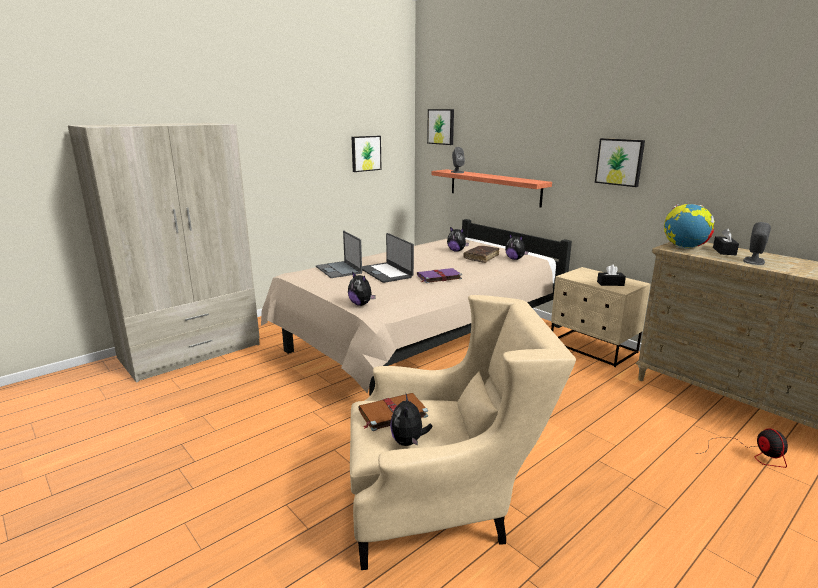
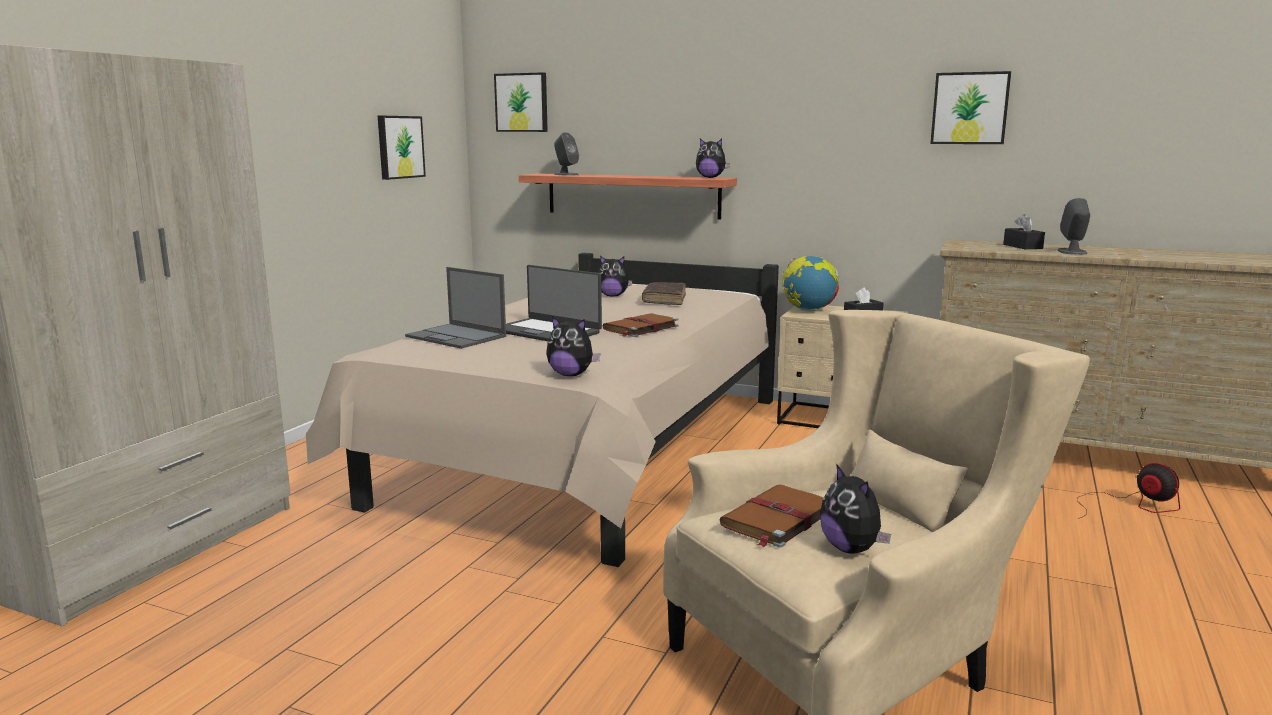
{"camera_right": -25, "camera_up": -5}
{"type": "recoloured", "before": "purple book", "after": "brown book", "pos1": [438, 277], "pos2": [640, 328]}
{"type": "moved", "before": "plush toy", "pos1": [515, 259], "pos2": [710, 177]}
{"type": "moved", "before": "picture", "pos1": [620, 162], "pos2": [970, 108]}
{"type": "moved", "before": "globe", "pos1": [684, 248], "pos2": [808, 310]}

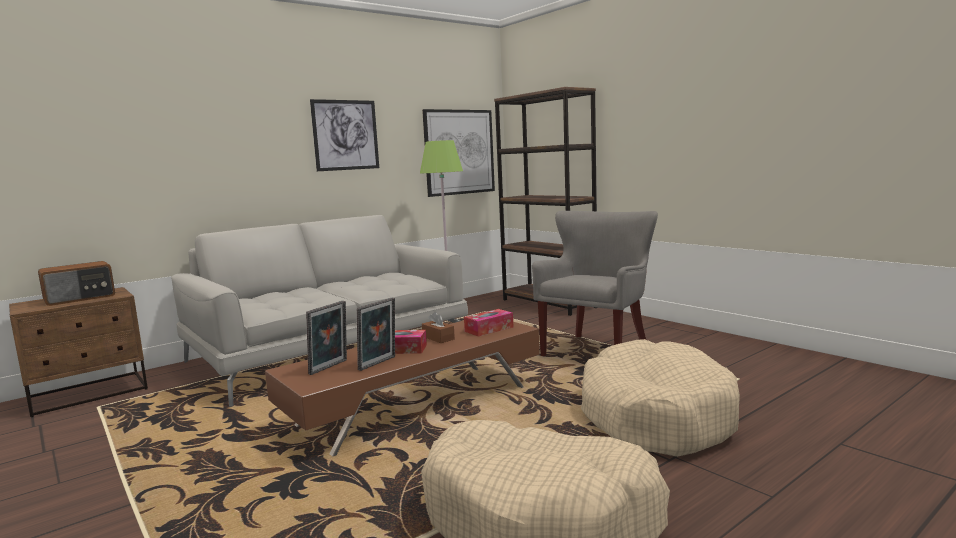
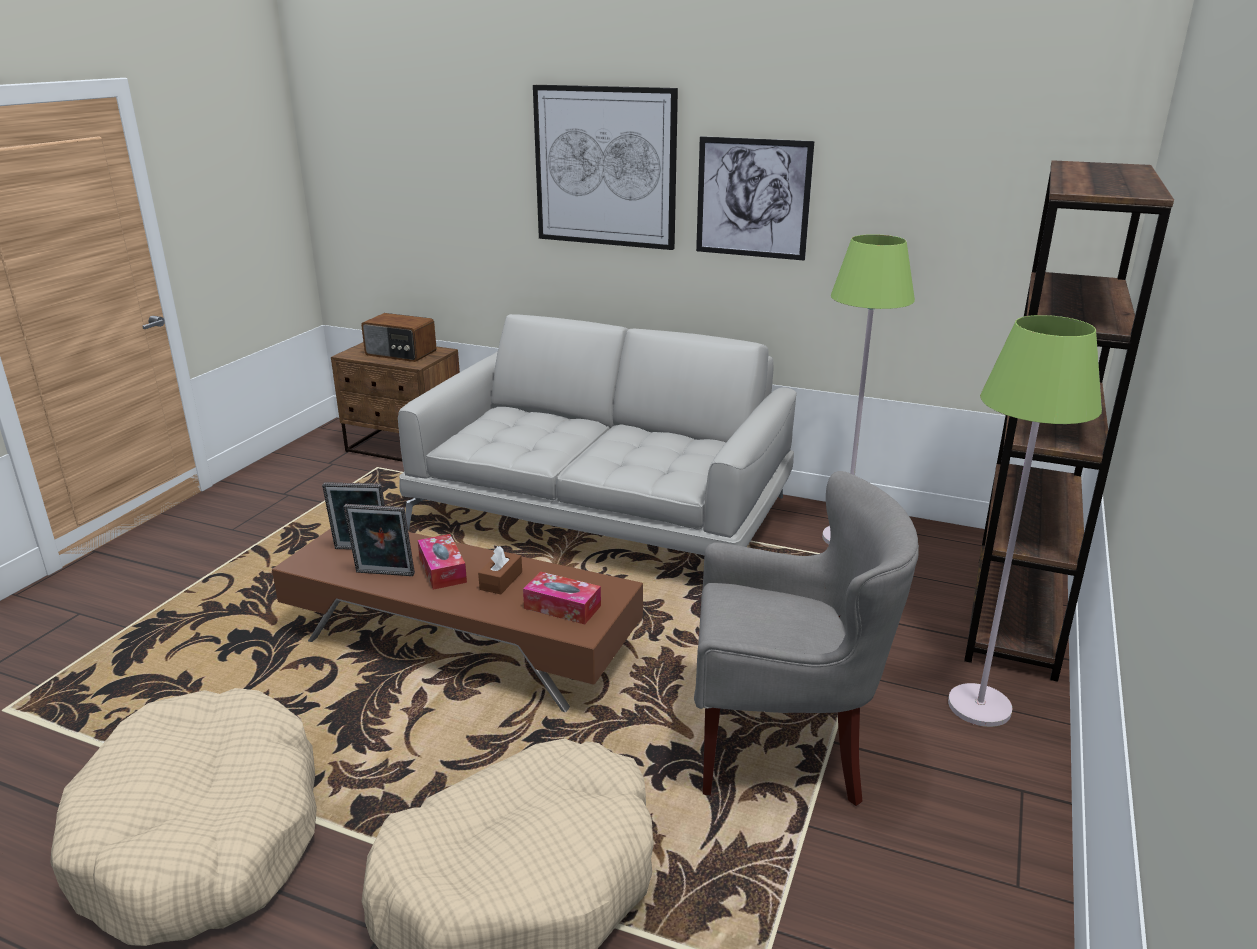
{"camera_right": 60, "camera_up": 15}
{"type": "moved", "before": "picture", "pos1": [459, 152], "pos2": [605, 167]}
{"type": "added", "after": "green floor lamp", "pos2": [980, 706]}

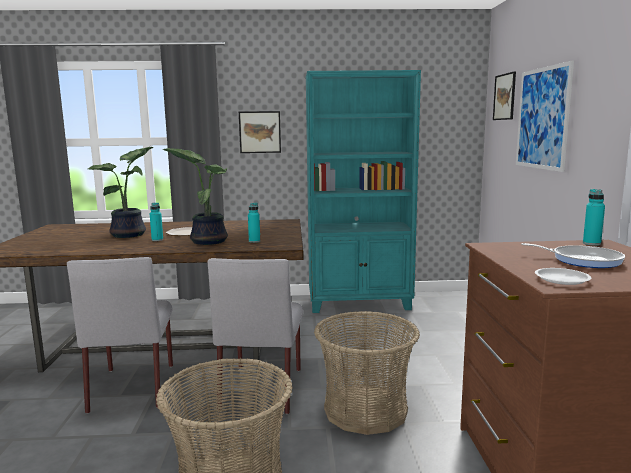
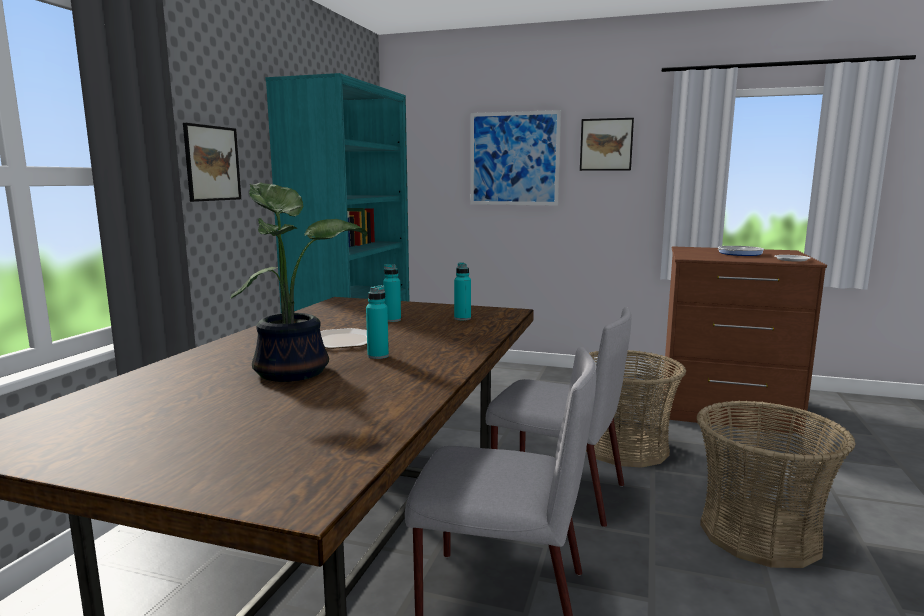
{"camera_right": -70, "camera_up": 0}
{"type": "removed", "before": "potted plant", "pos1": [208, 241]}
{"type": "moved", "before": "picture", "pos1": [504, 97], "pos2": [606, 144]}
{"type": "moved", "before": "turquoise bottle", "pos1": [591, 243], "pos2": [392, 320]}

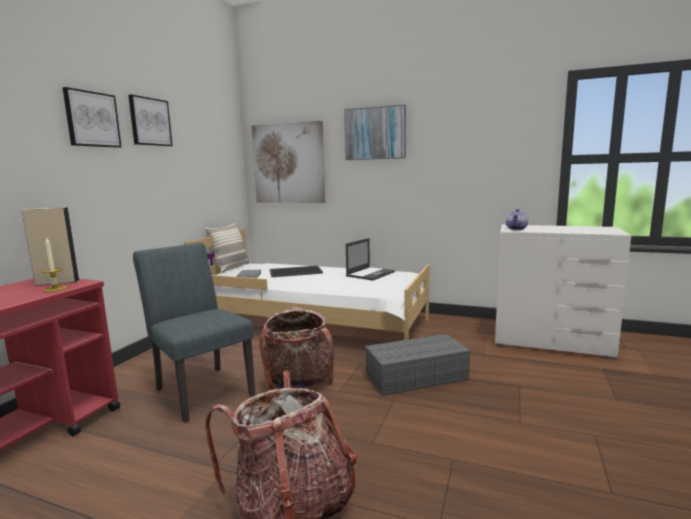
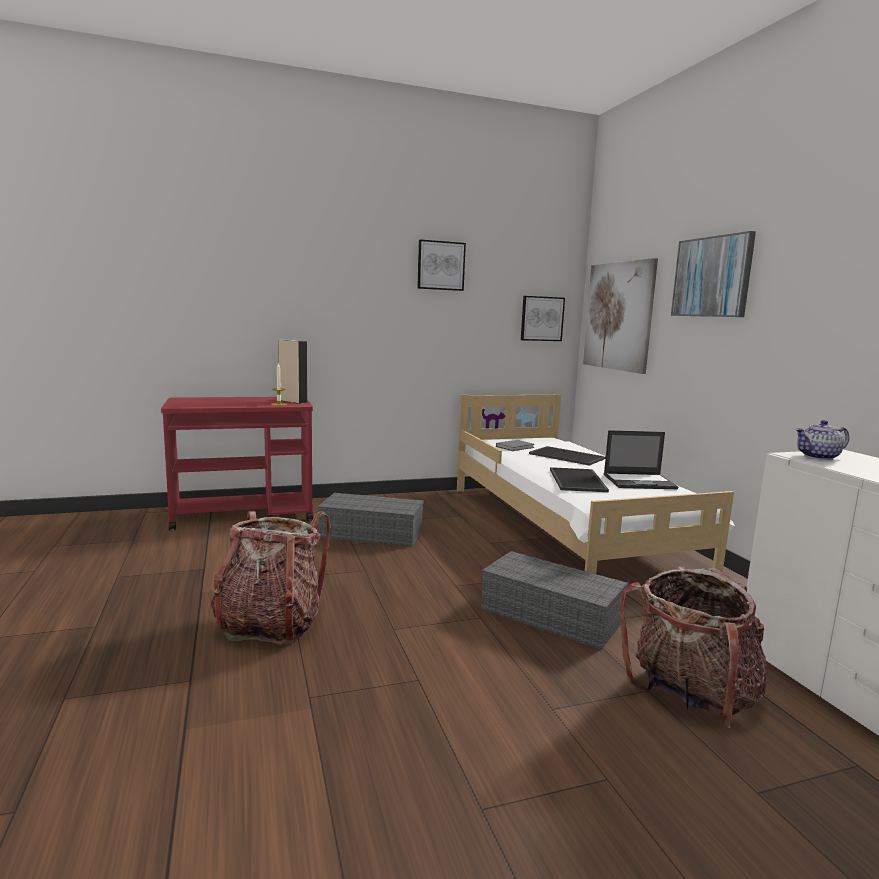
{"camera_right": 50, "camera_up": 0}
{"type": "moved", "before": "picture", "pos1": [92, 119], "pos2": [541, 318]}
{"type": "replaced", "before": "grey chair", "after": "grey storage box", "pos1": [201, 389], "pos2": [373, 533]}
{"type": "removed", "before": "pillow", "pos1": [231, 268]}
{"type": "moved", "before": "backpack", "pos1": [299, 384], "pos2": [690, 697]}
{"type": "added", "after": "tray", "pos2": [578, 480]}

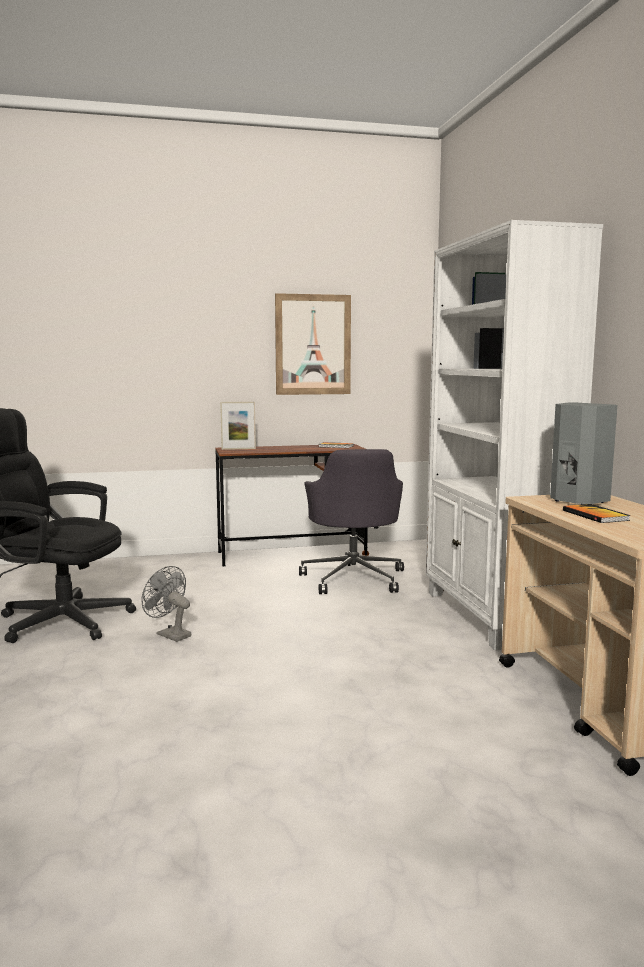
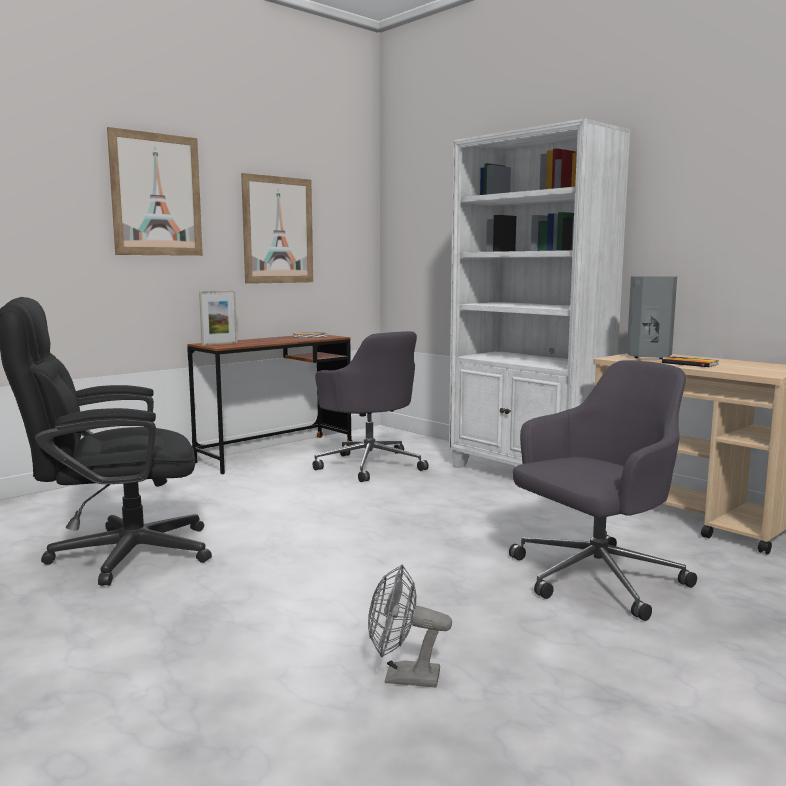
{"camera_right": -30, "camera_up": 0}
{"type": "moved", "before": "grey fan", "pos1": [169, 634], "pos2": [403, 677]}
{"type": "added", "after": "picture", "pos2": [156, 195]}
{"type": "added", "after": "grey office chair", "pos2": [594, 579]}

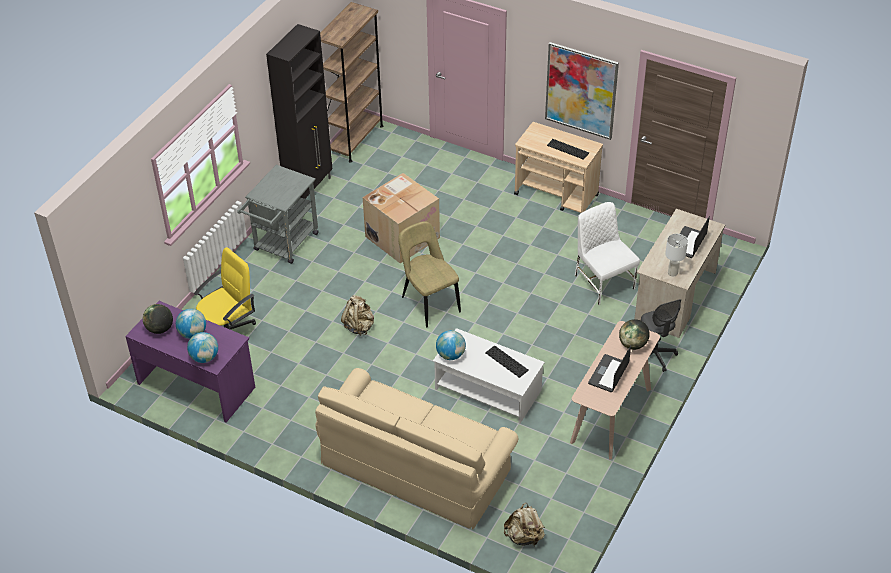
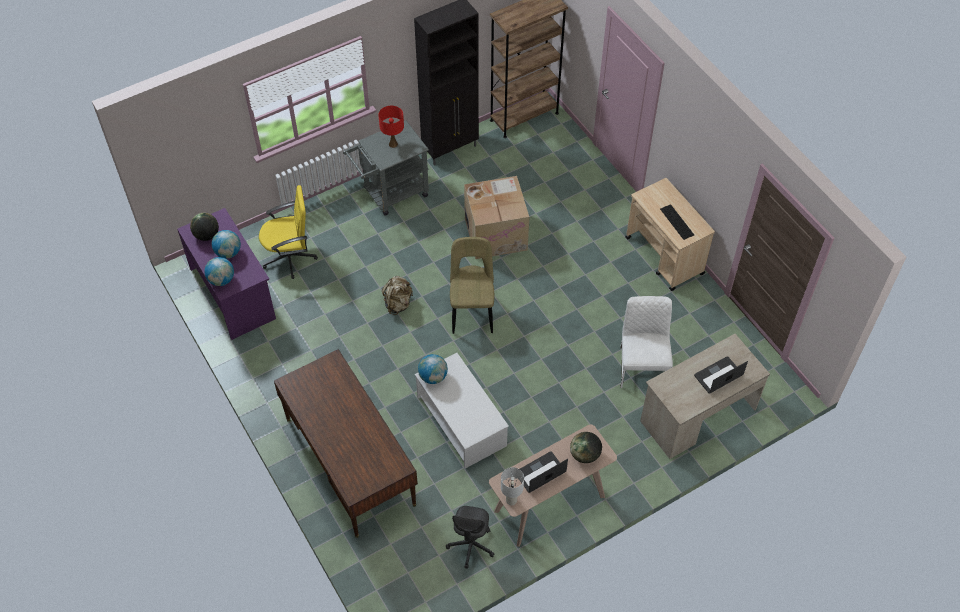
{"camera_right": 30, "camera_up": 10}
{"type": "replaced", "before": "beige sofa", "after": "brown desk", "pos1": [416, 466], "pos2": [350, 461]}
{"type": "removed", "before": "keyboard", "pos1": [506, 361]}
{"type": "removed", "before": "beige backpack", "pos1": [524, 537]}
{"type": "removed", "before": "picture", "pos1": [581, 90]}
{"type": "moved", "before": "grey office chair", "pos1": [654, 355], "pos2": [471, 545]}
{"type": "moved", "before": "white table lamp", "pos1": [672, 273], "pos2": [511, 500]}
{"type": "added", "after": "red table lamp", "pos2": [393, 144]}

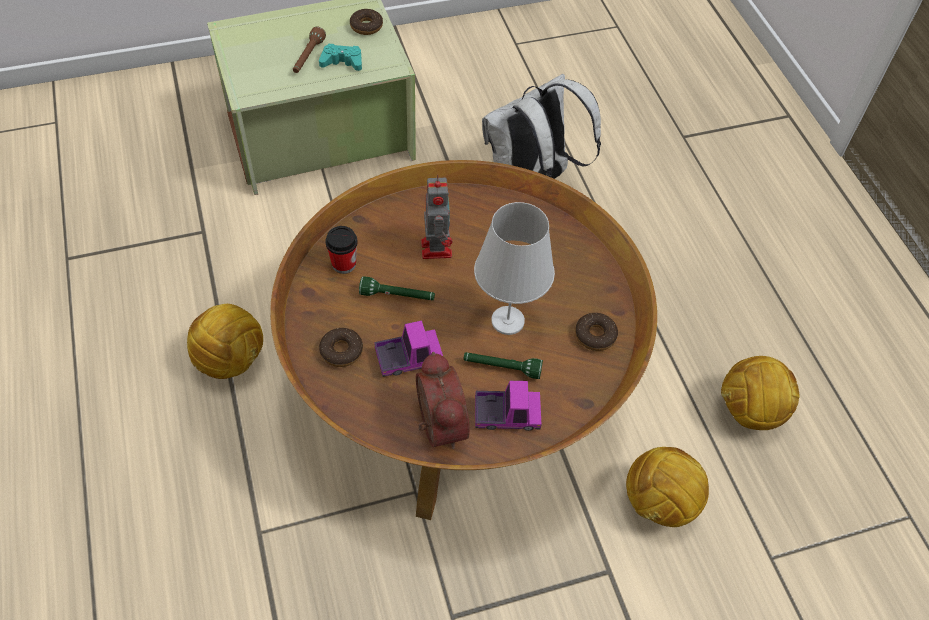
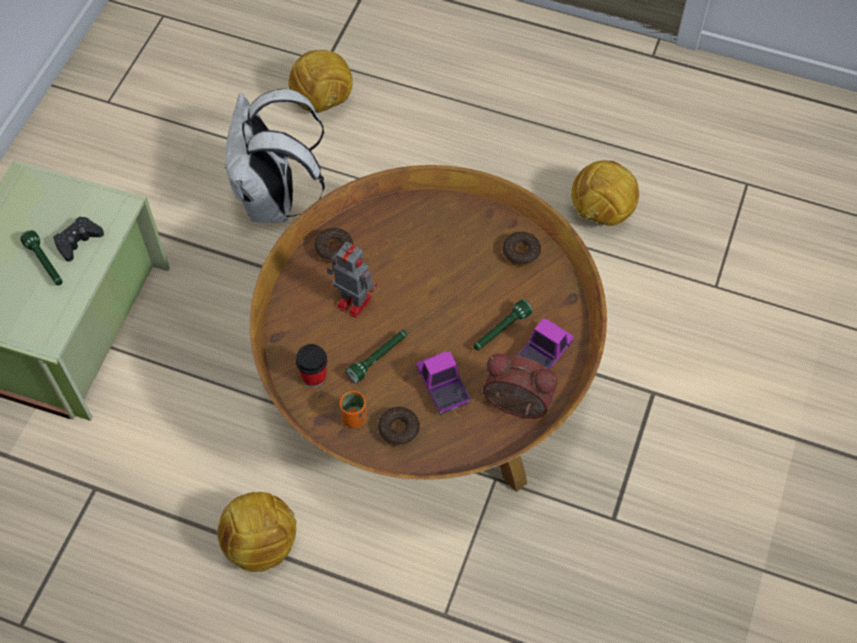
{"camera_right": -50, "camera_up": 5}
{"type": "recoloured", "before": "brown flashlight", "after": "green flashlight", "pos1": [308, 57], "pos2": [45, 264]}
{"type": "recoloured", "before": "turquoise game controller", "after": "black game controller", "pos1": [342, 62], "pos2": [78, 241]}
{"type": "moved", "before": "donut", "pos1": [366, 26], "pos2": [334, 248]}
{"type": "turned", "before": "toy truck", "pos1": [409, 358], "pos2": [443, 386], "turn": -45}
{"type": "removed", "before": "white table lamp", "pos1": [508, 321]}
{"type": "moved", "before": "football", "pos1": [659, 503], "pos2": [323, 101]}
{"type": "added", "after": "orange cup", "pos2": [354, 418]}

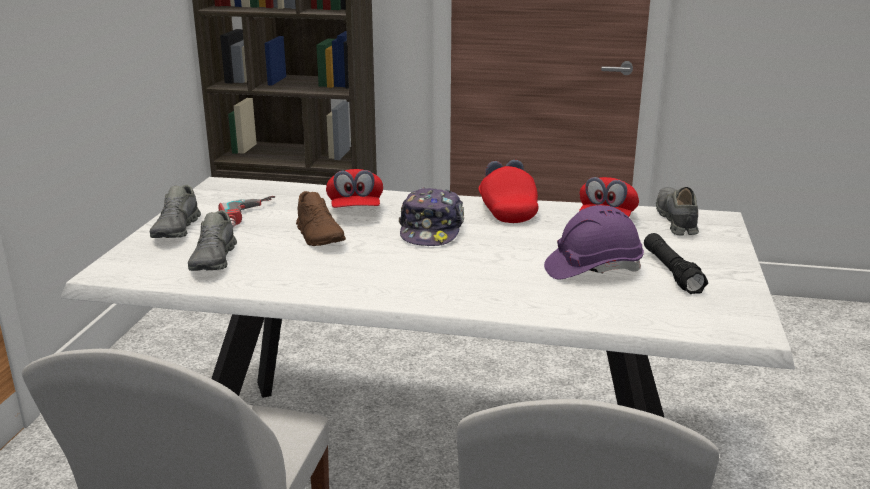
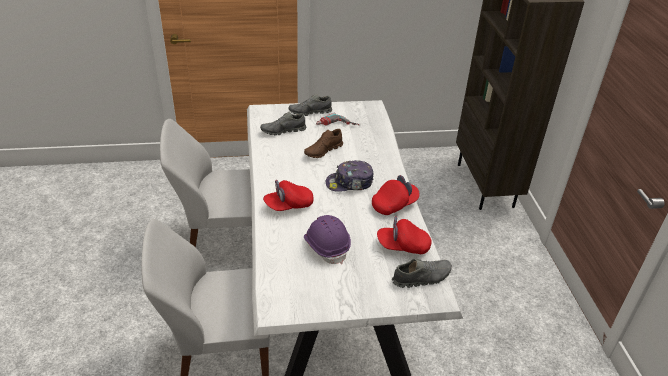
{"camera_right": 70, "camera_up": 15}
{"type": "moved", "before": "red cap", "pos1": [355, 211], "pos2": [288, 205]}
{"type": "removed", "before": "black flashlight", "pos1": [671, 272]}

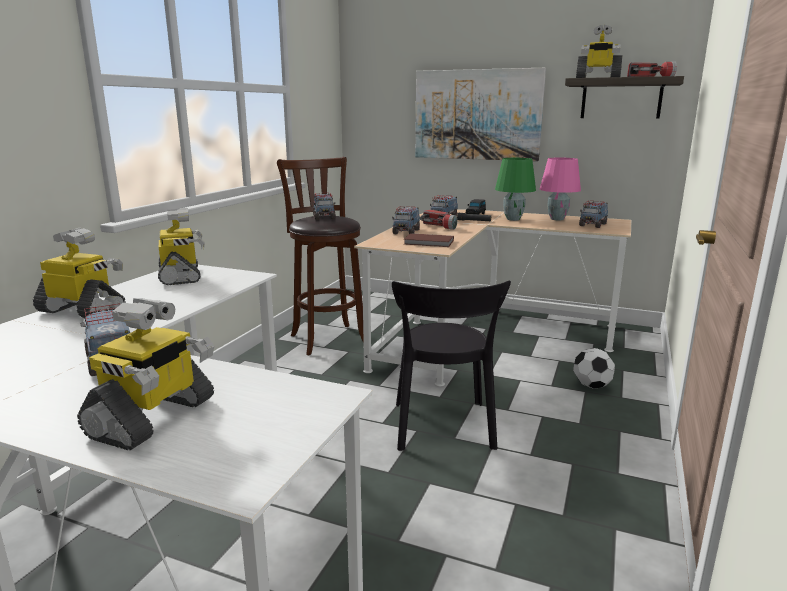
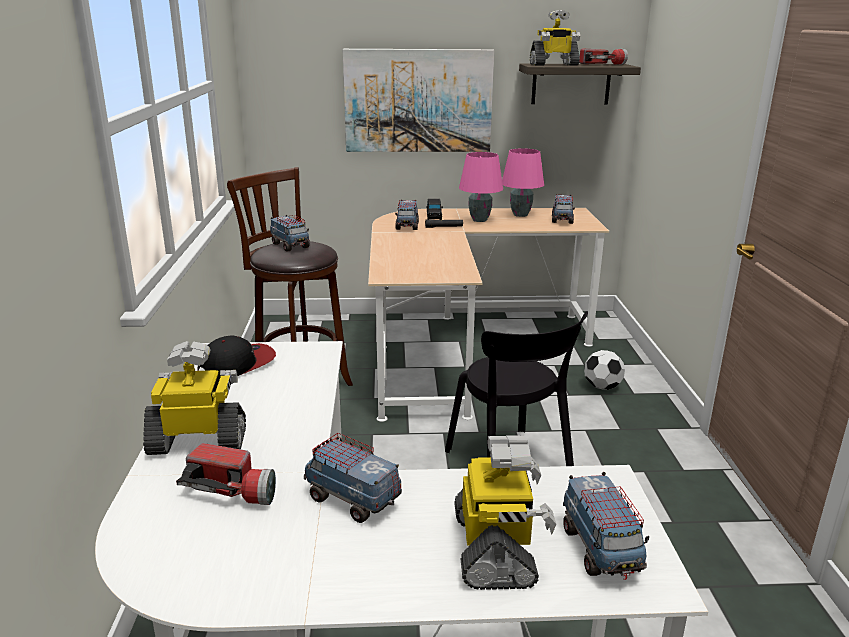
{"camera_right": -25, "camera_up": 5}
{"type": "replaced", "before": "toy robot", "after": "cap", "pos1": [181, 276], "pos2": [237, 365]}
{"type": "moved", "before": "toy truck", "pos1": [406, 232], "pos2": [600, 549]}
{"type": "removed", "before": "brown book", "pos1": [429, 242]}
{"type": "moved", "before": "flashlight", "pos1": [439, 226], "pos2": [232, 490]}
{"type": "recoloured", "before": "green table lamp", "after": "pink table lamp", "pos1": [513, 219], "pos2": [479, 220]}

